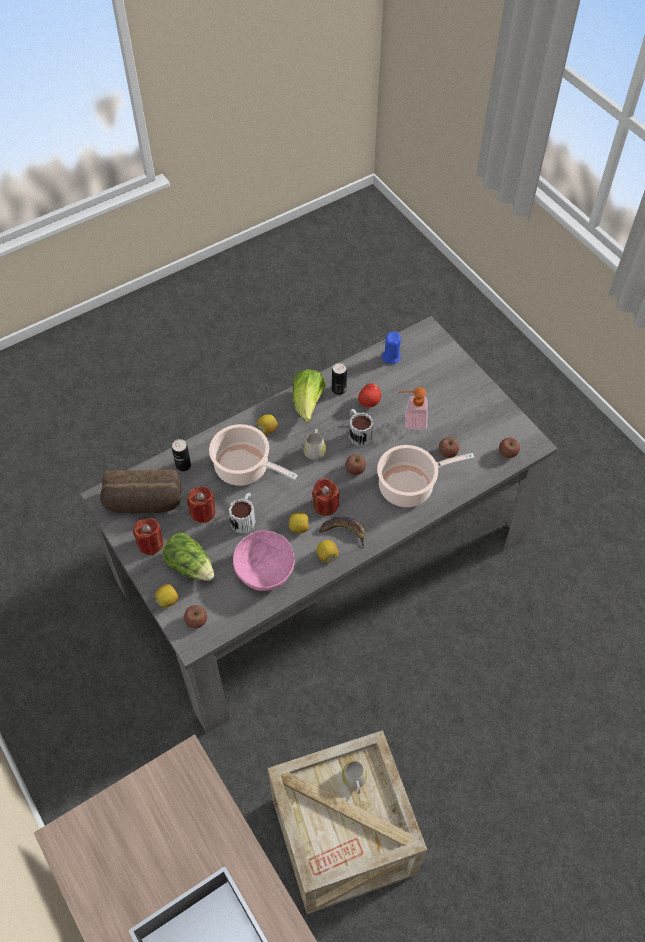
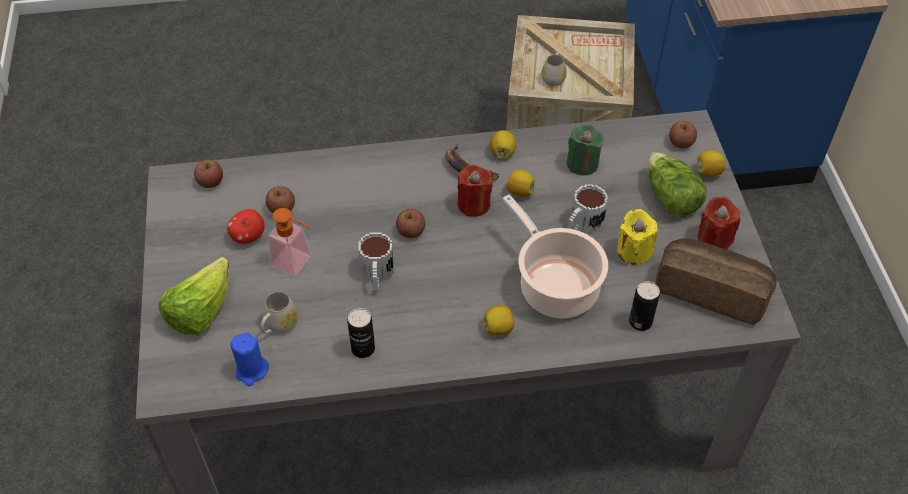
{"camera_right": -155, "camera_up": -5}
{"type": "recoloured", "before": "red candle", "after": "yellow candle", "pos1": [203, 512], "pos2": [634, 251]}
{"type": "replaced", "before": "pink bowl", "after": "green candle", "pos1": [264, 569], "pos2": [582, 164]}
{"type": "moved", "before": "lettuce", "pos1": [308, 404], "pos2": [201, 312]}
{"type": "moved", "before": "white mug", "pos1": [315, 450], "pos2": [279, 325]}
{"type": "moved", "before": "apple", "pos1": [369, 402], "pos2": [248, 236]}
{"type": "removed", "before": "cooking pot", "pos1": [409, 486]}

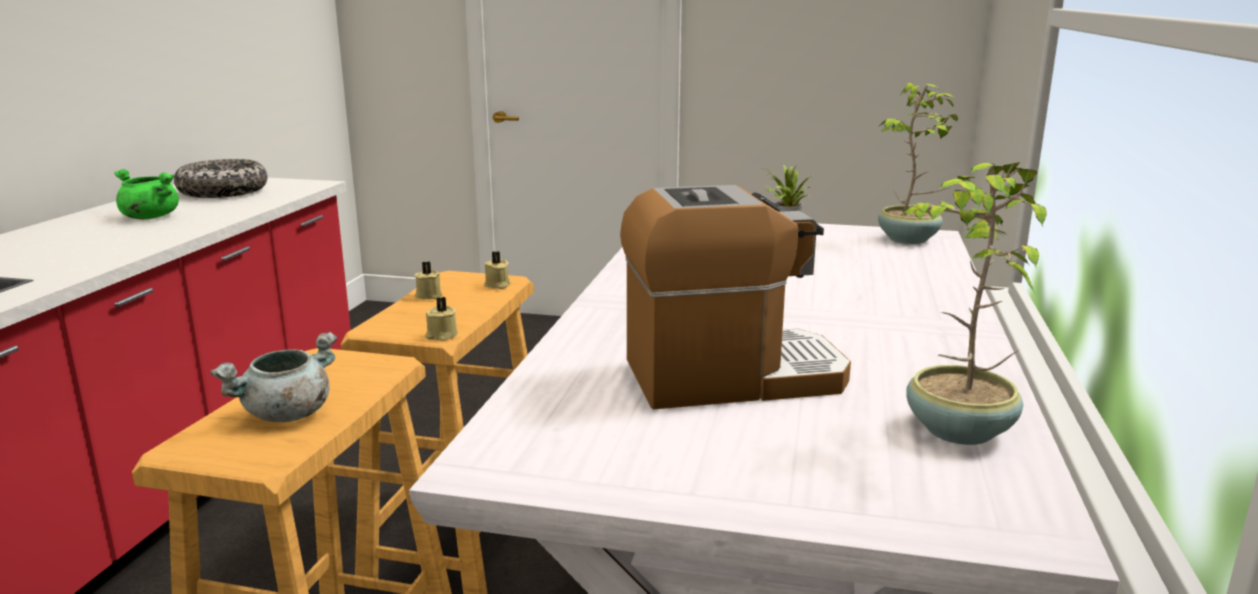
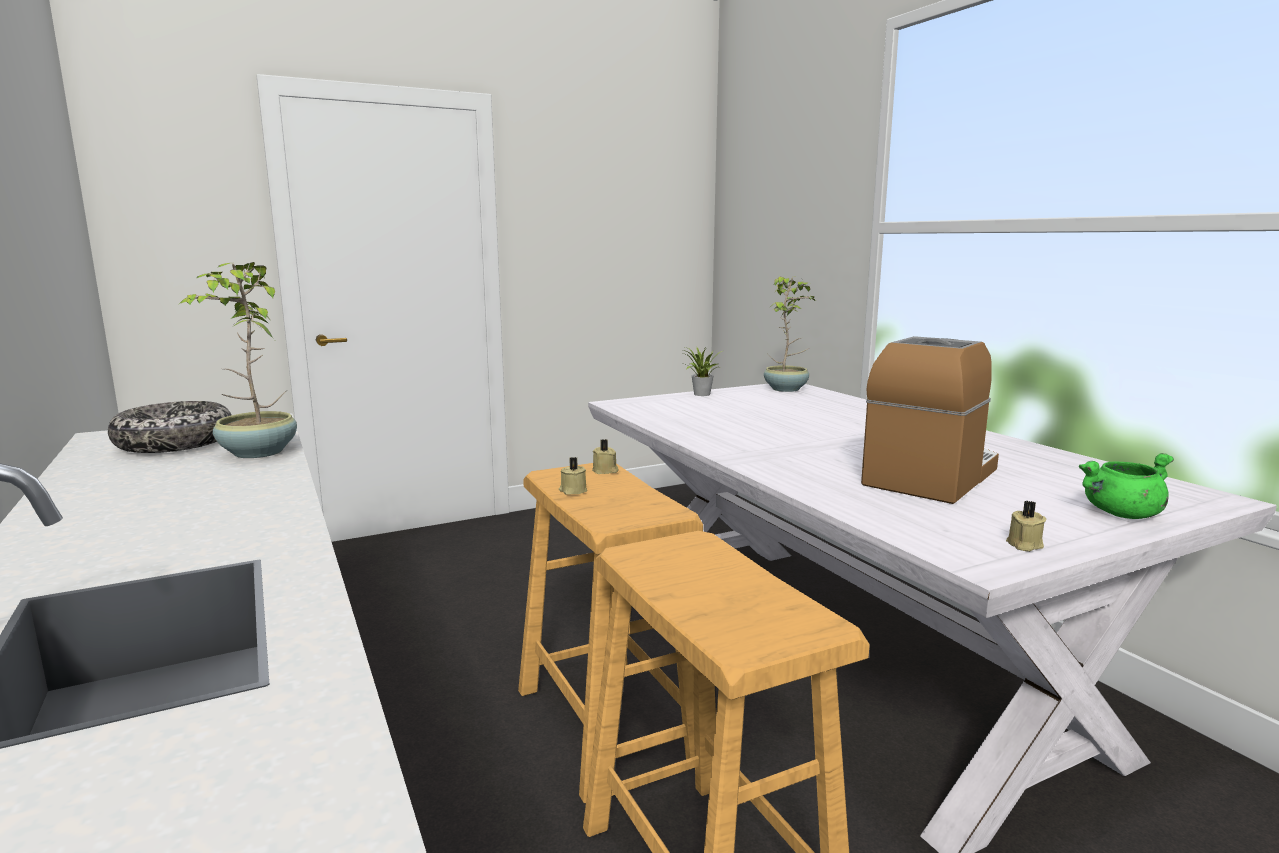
{"camera_right": -40, "camera_up": -5}
{"type": "moved", "before": "green cooking pot", "pos1": [149, 217], "pos2": [1121, 514]}
{"type": "removed", "before": "grey cooking pot", "pos1": [286, 415]}
{"type": "moved", "before": "beige candle", "pos1": [441, 336], "pos2": [1023, 545]}
{"type": "moved", "before": "potted plant", "pos1": [956, 431], "pos2": [256, 453]}

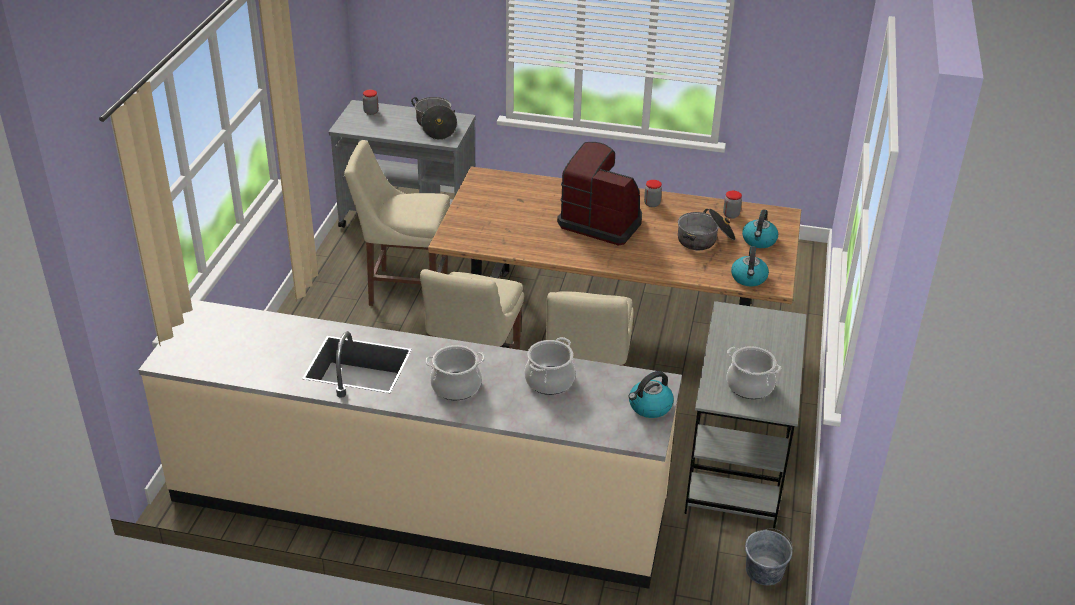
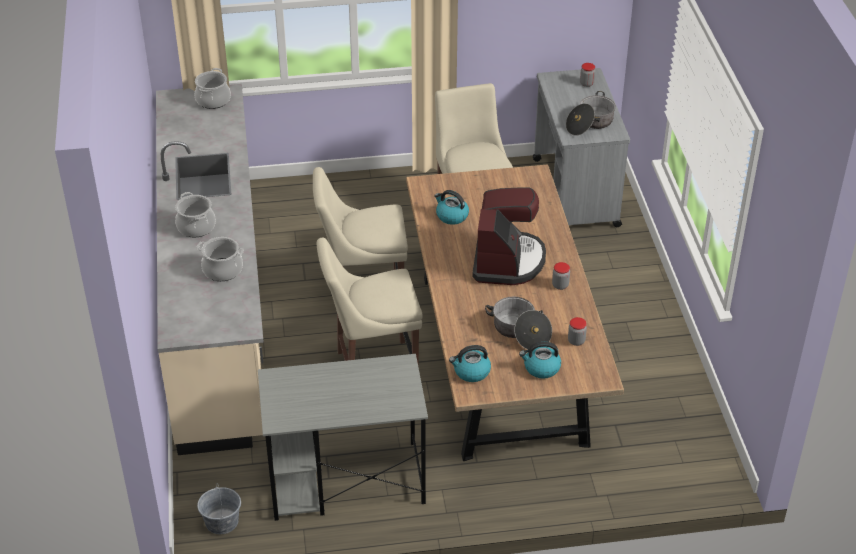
{"camera_right": 70, "camera_up": 5}
{"type": "moved", "before": "kettle", "pos1": [649, 407], "pos2": [451, 216]}
{"type": "moved", "before": "cooking pot", "pos1": [750, 386], "pos2": [213, 100]}

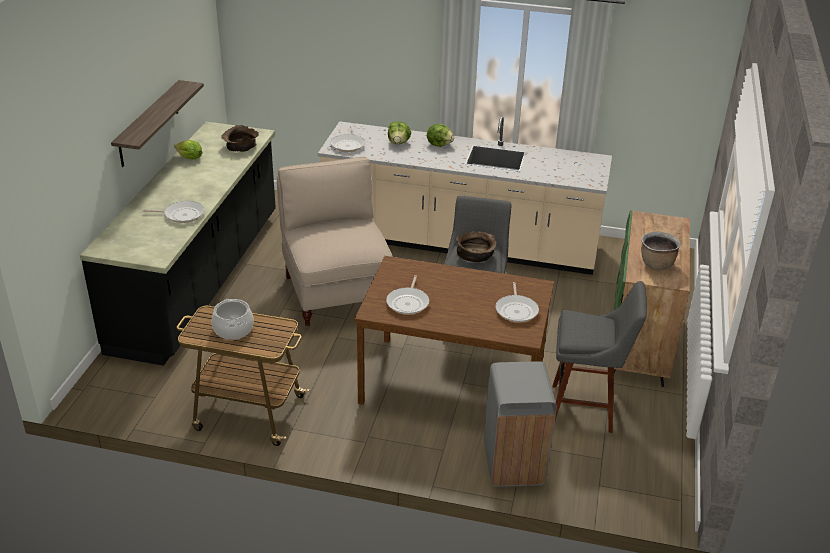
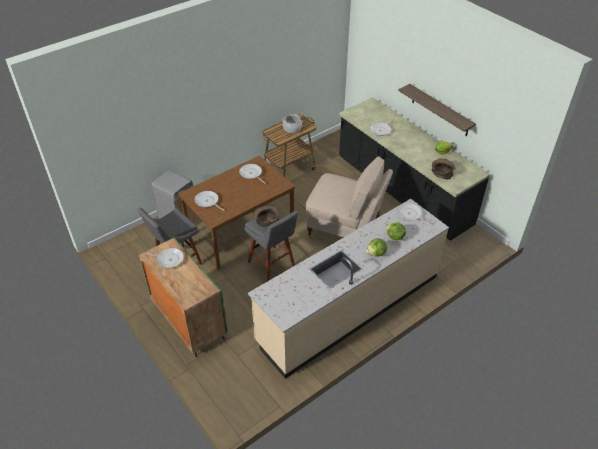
{"camera_right": 130, "camera_up": 10}
{"type": "replaced", "before": "brown cooking pot", "after": "frying pan", "pos1": [656, 264], "pos2": [168, 259]}

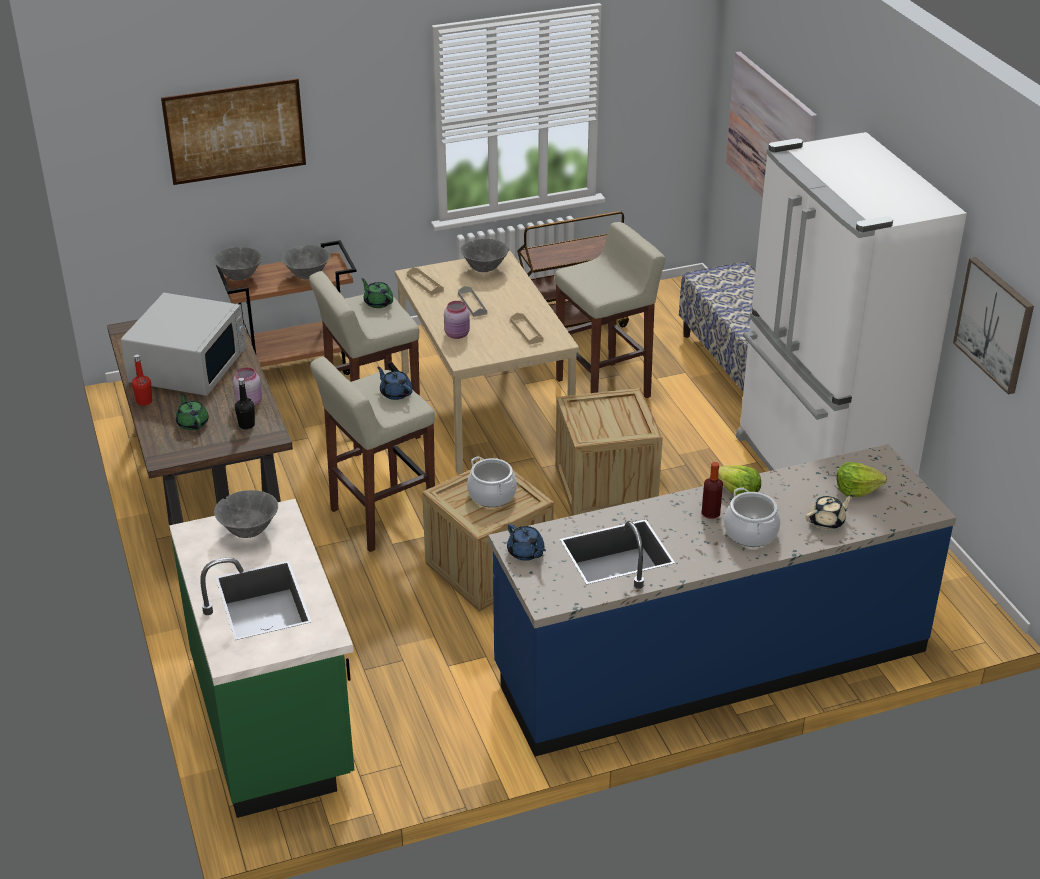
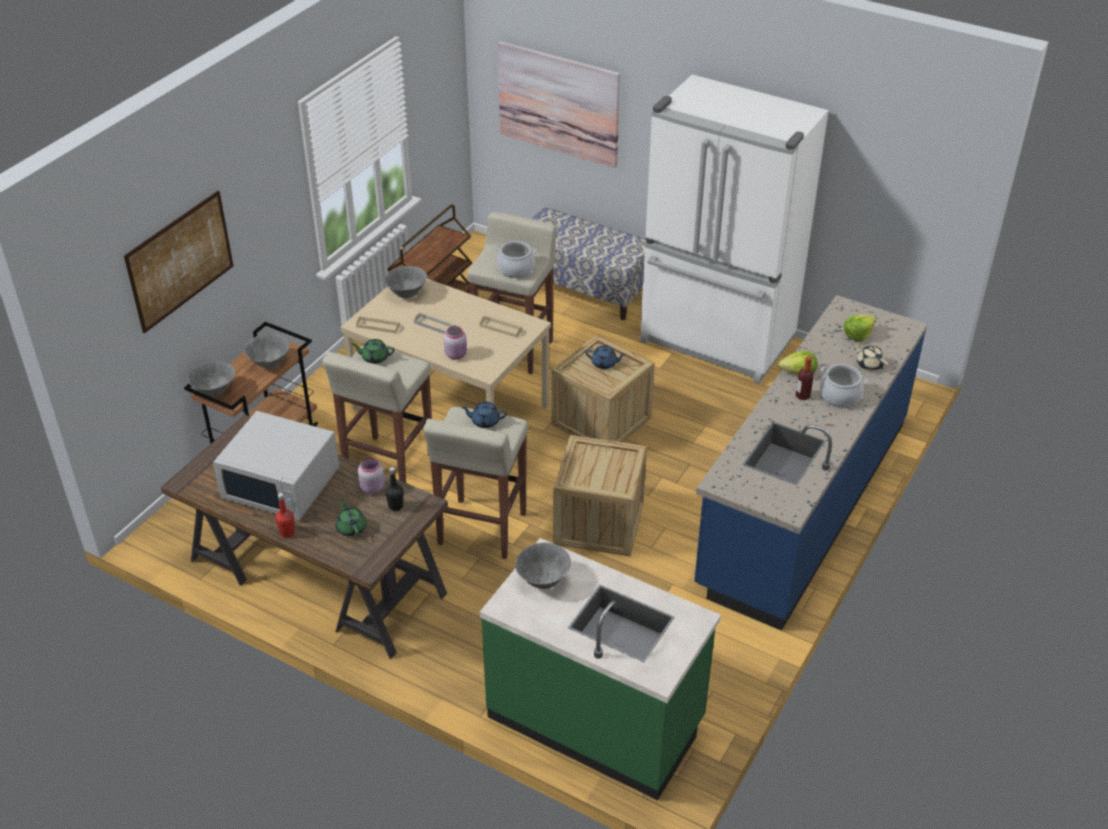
{"camera_right": -40, "camera_up": 5}
{"type": "turned", "before": "white microwave", "pos1": [189, 365], "pos2": [282, 484], "turn": 135}
{"type": "turned", "before": "green teapot", "pos1": [192, 423], "pos2": [351, 528], "turn": 45}
{"type": "moved", "before": "cooking pot", "pos1": [492, 495], "pos2": [516, 269]}
{"type": "moved", "before": "blue teapot", "pos1": [526, 553], "pos2": [604, 363]}
{"type": "turned", "before": "beige teapot", "pos1": [827, 521], "pos2": [869, 364], "turn": -60}
{"type": "removed", "before": "picture", "pos1": [995, 324]}

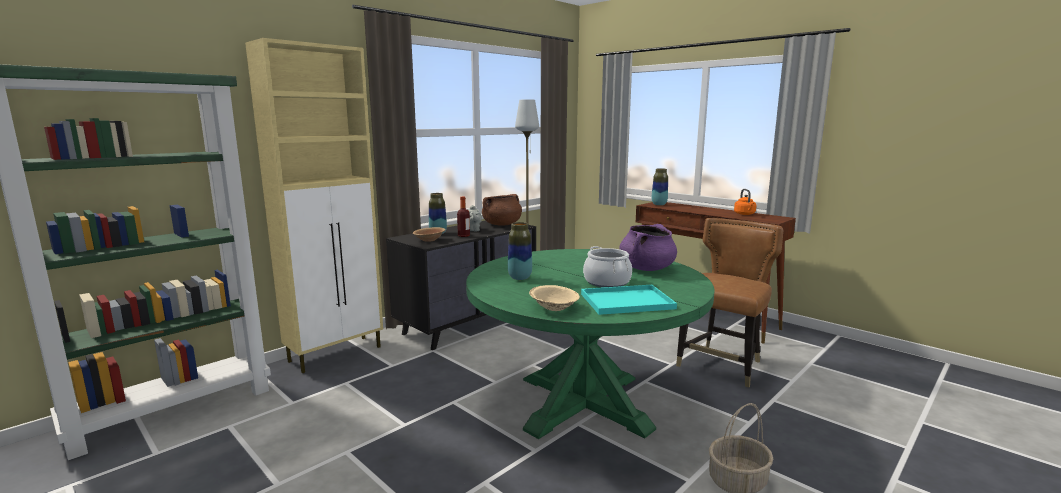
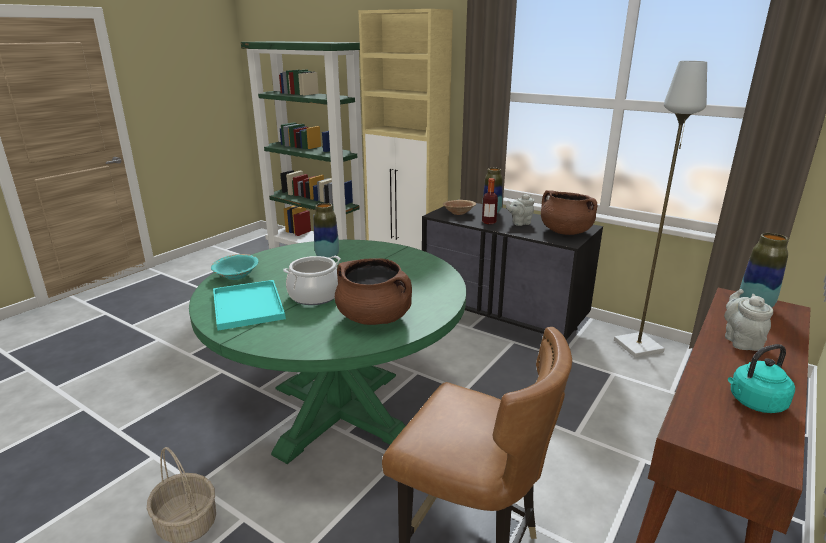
{"camera_right": 80, "camera_up": 10}
{"type": "recoloured", "before": "beige bowl", "after": "turquoise bowl", "pos1": [554, 308], "pos2": [236, 276]}
{"type": "recoloured", "before": "purple cooking pot", "after": "brown cooking pot", "pos1": [647, 268], "pos2": [374, 318]}
{"type": "recoloured", "before": "orange kettle", "after": "turquoise kettle", "pos1": [745, 214], "pos2": [754, 403]}
{"type": "added", "after": "grey teapot", "pos2": [741, 341]}

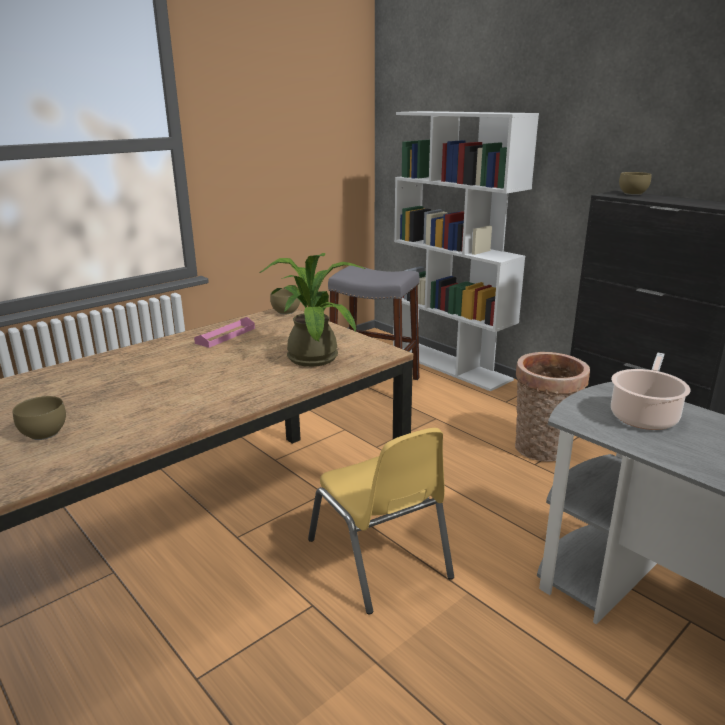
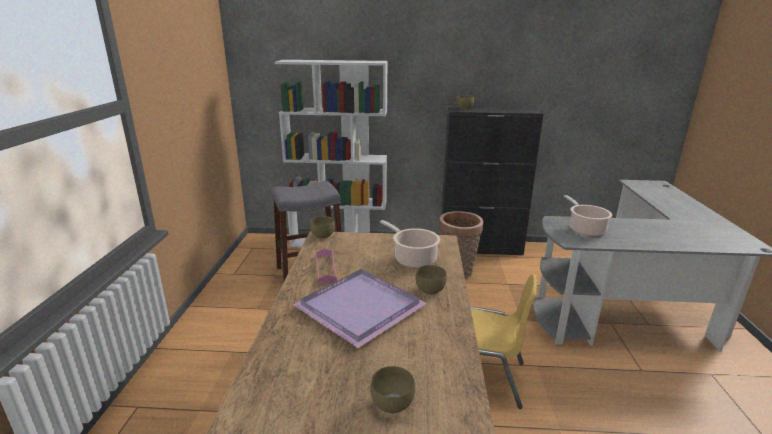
{"camera_right": -45, "camera_up": 0}
{"type": "replaced", "before": "potted plant", "after": "cooking pot", "pos1": [313, 355], "pos2": [413, 259]}
{"type": "added", "after": "purple tray", "pos2": [360, 309]}
{"type": "added", "after": "brown bowl", "pos2": [431, 290]}

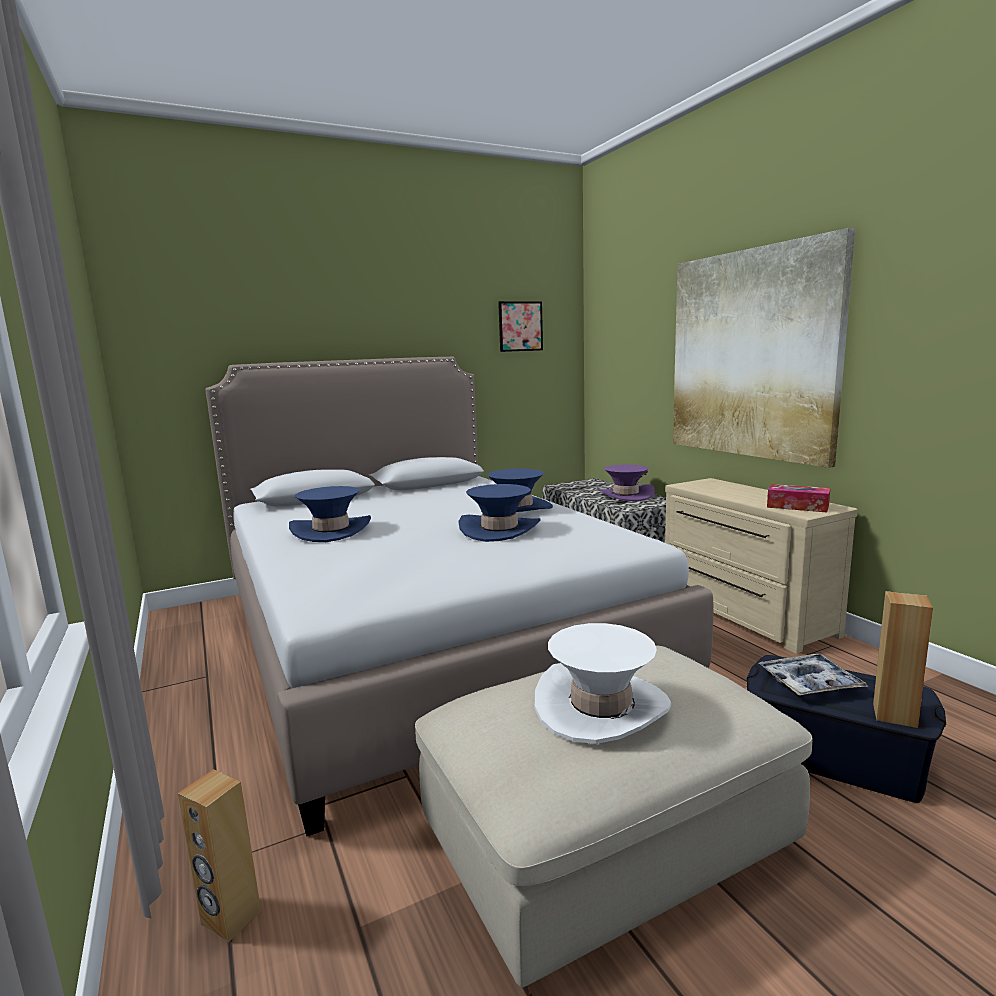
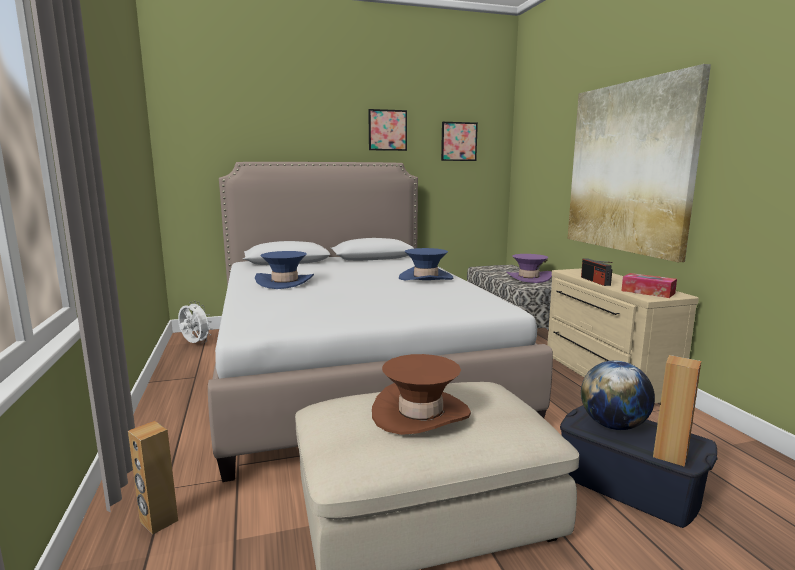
{"camera_right": 10, "camera_up": 0}
{"type": "removed", "before": "blue hat", "pos1": [499, 529]}
{"type": "recoloured", "before": "white hat", "after": "brown hat", "pos1": [601, 706], "pos2": [420, 413]}
{"type": "replaced", "before": "tray", "after": "globe", "pos1": [810, 683], "pos2": [613, 425]}
{"type": "added", "after": "white fan", "pos2": [194, 343]}
{"type": "added", "after": "picture", "pos2": [387, 130]}
{"type": "added", "after": "radio", "pos2": [595, 281]}

